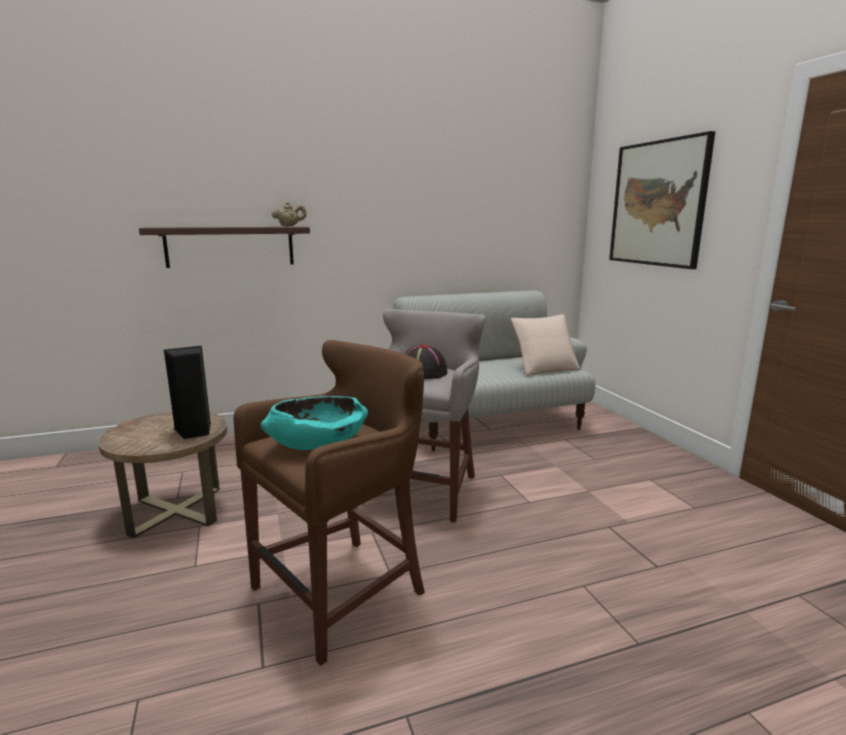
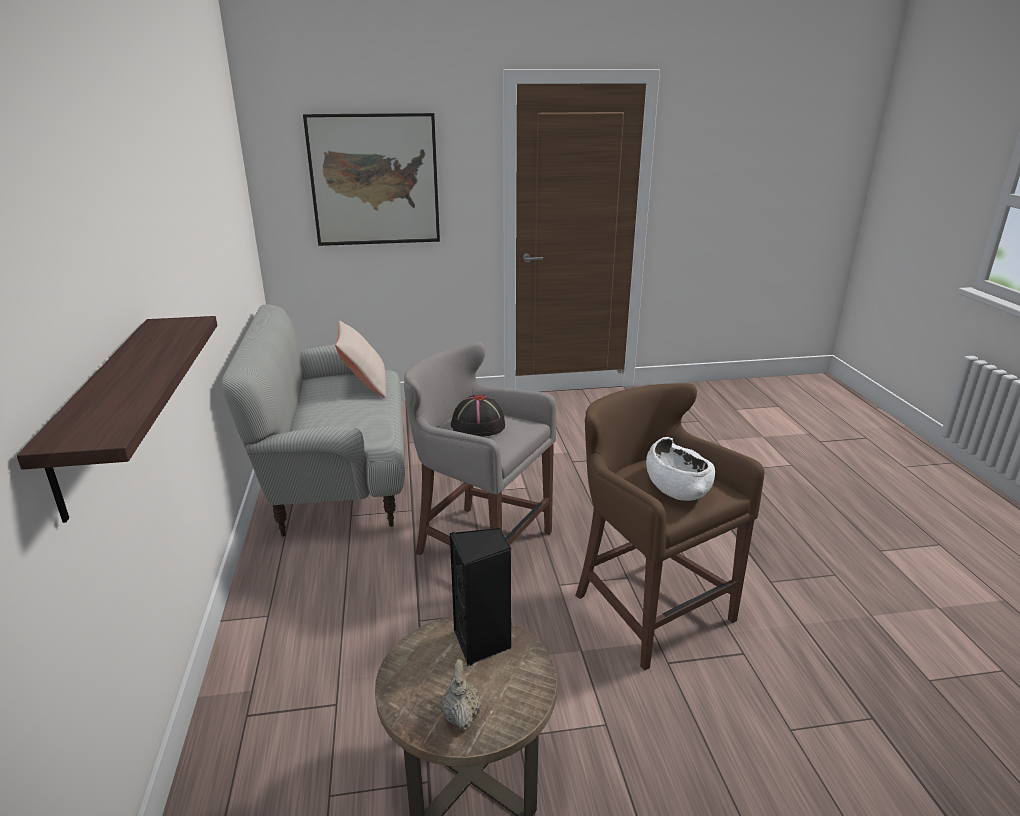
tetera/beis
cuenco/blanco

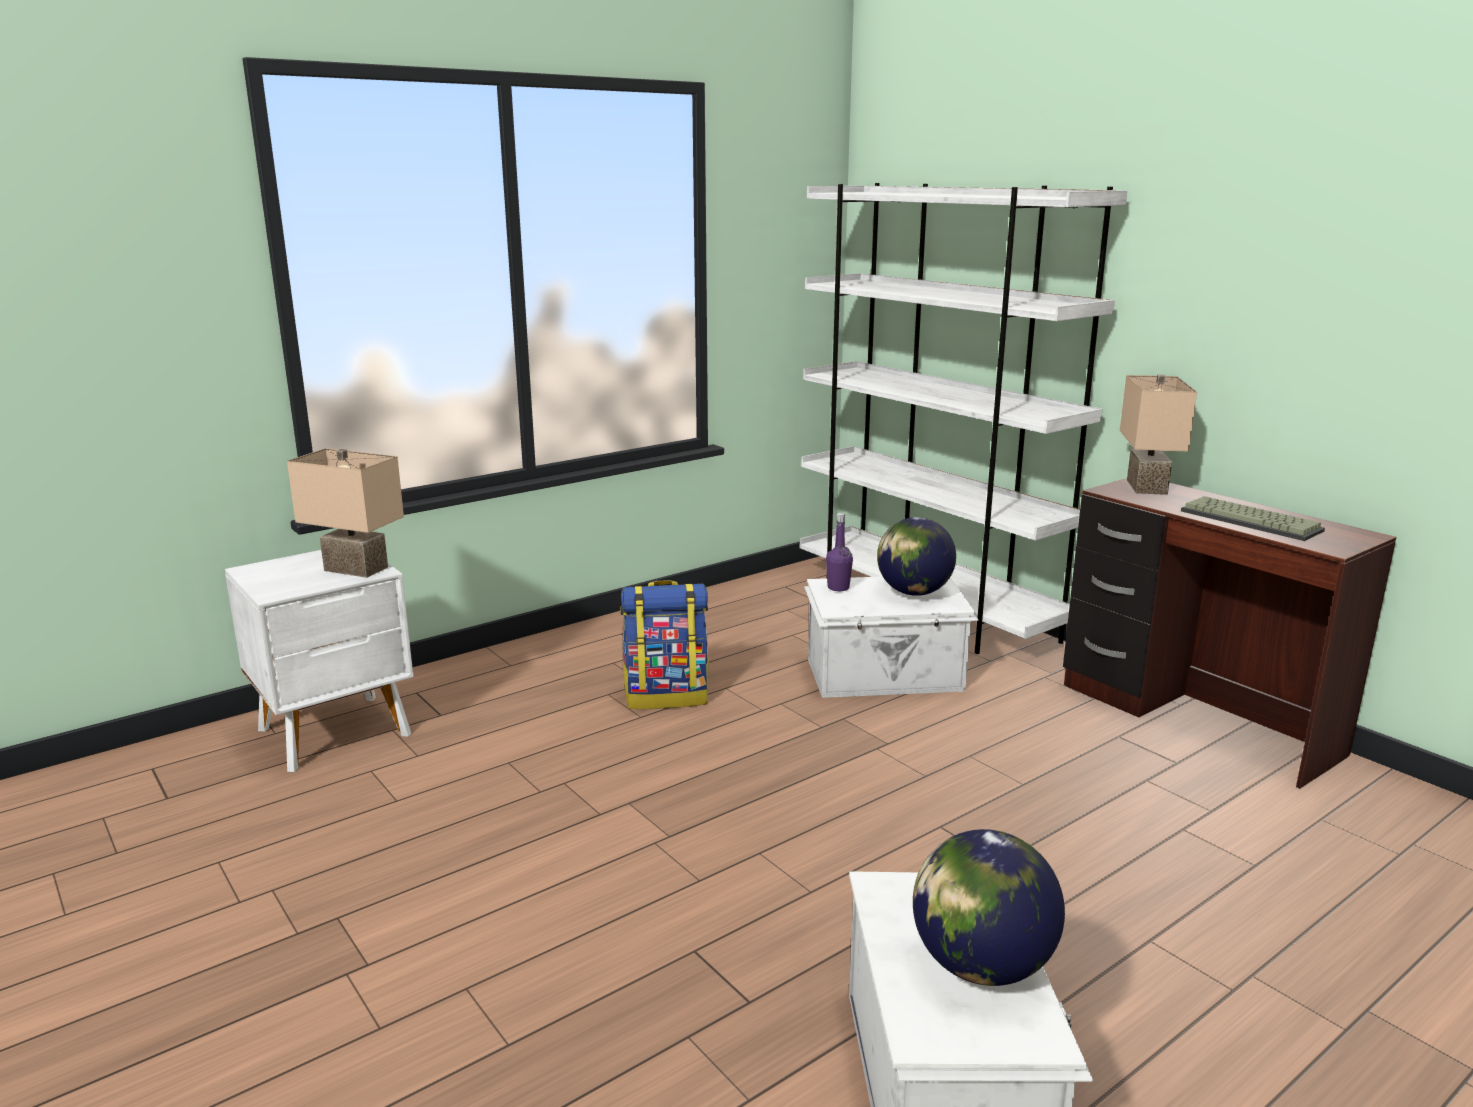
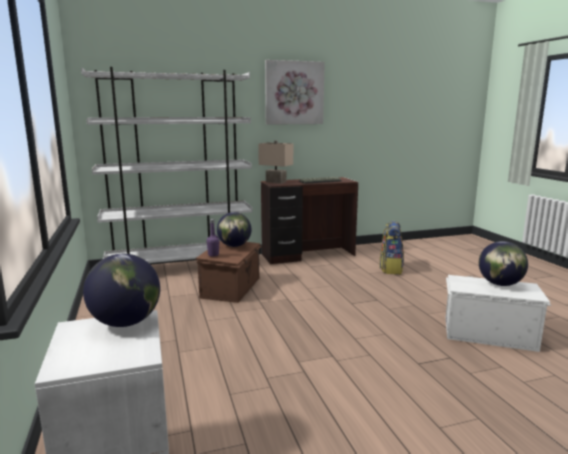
cuadro
mochila
globo terráqueo (1st from left)
caja de almacenaje/marrón

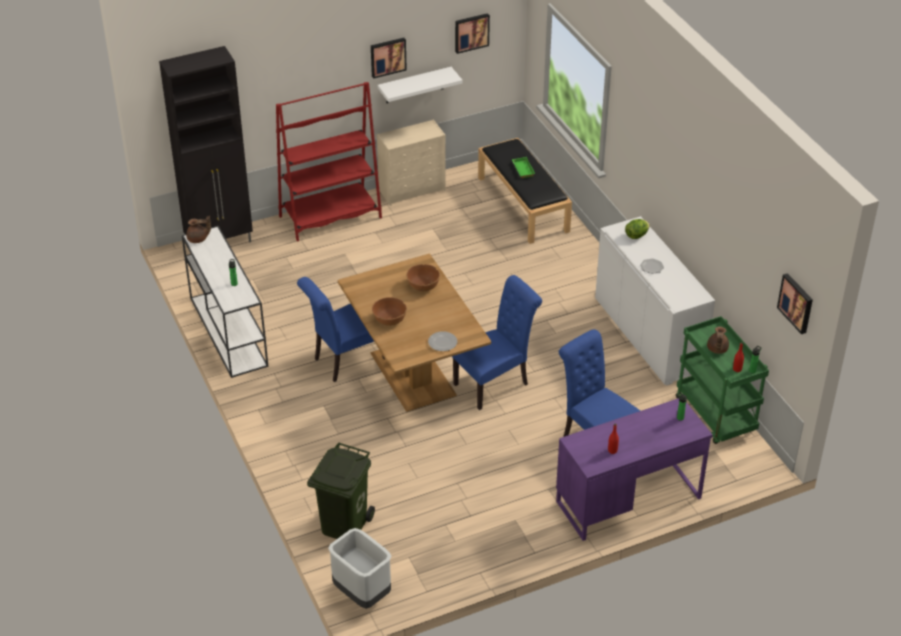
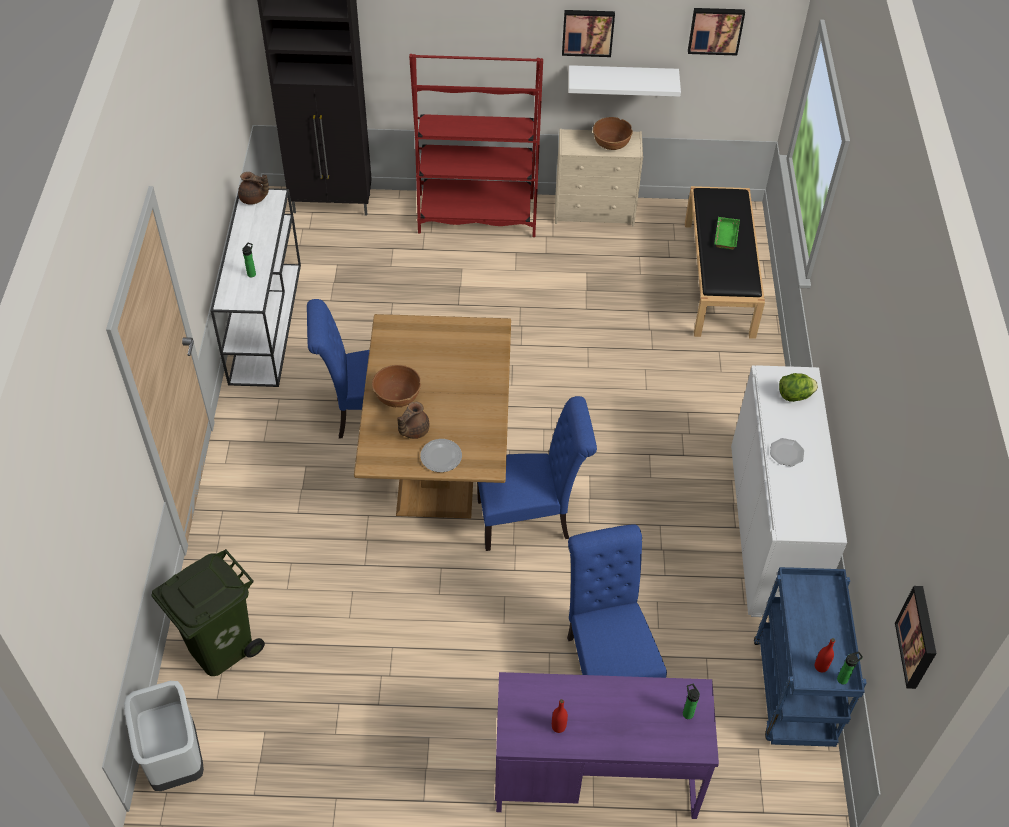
cuenco/marrón (2nd from left)
tetera/marrón (2nd from left)
carrito/azul

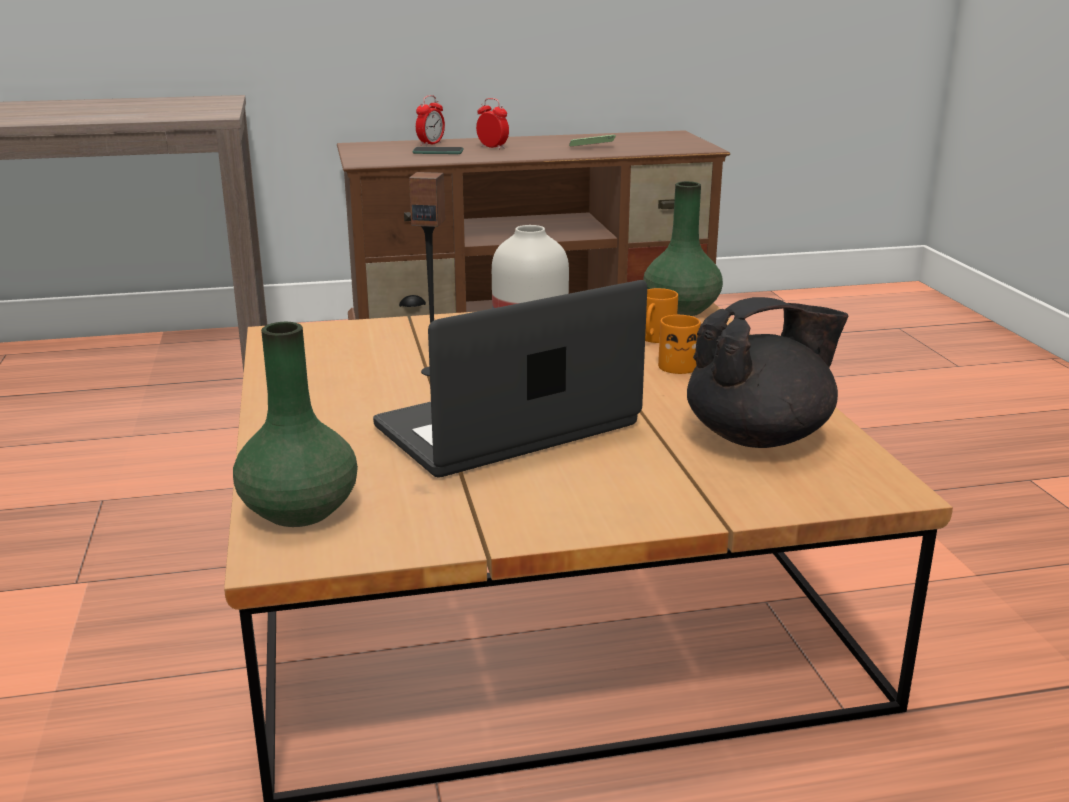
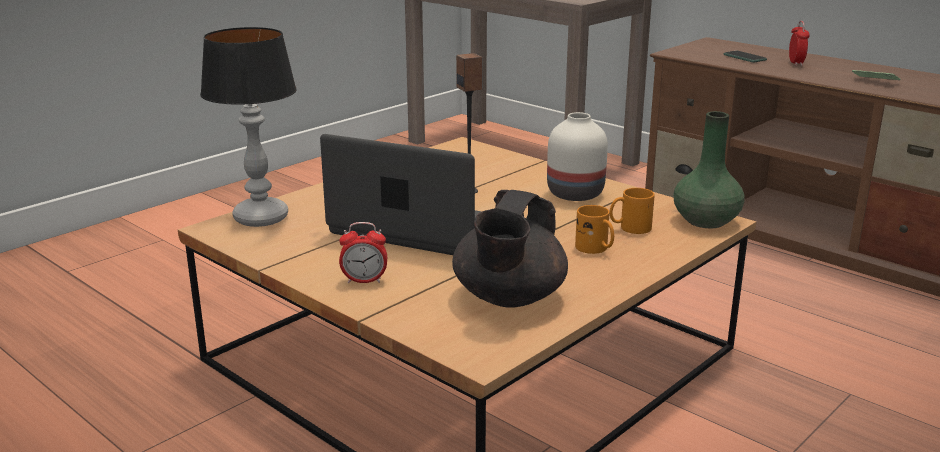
despertador (1st from left)
lámpara de mesa
tetera/negro

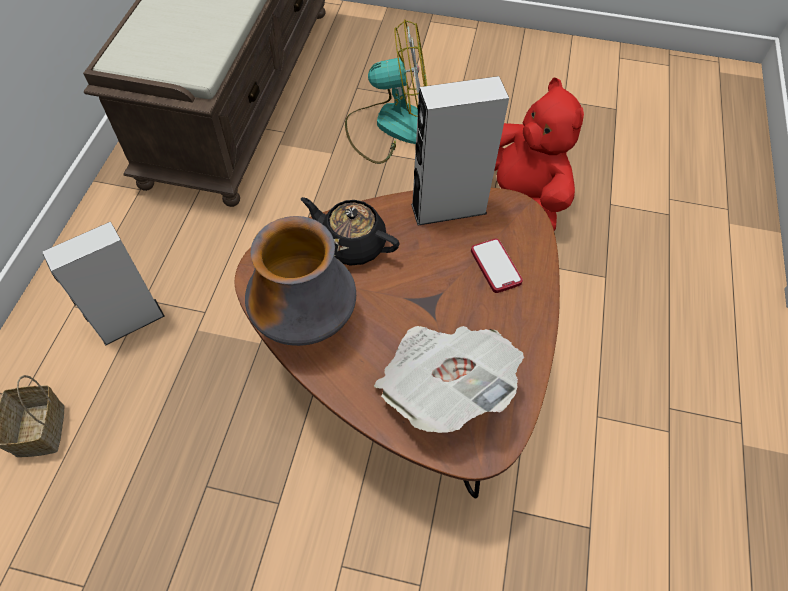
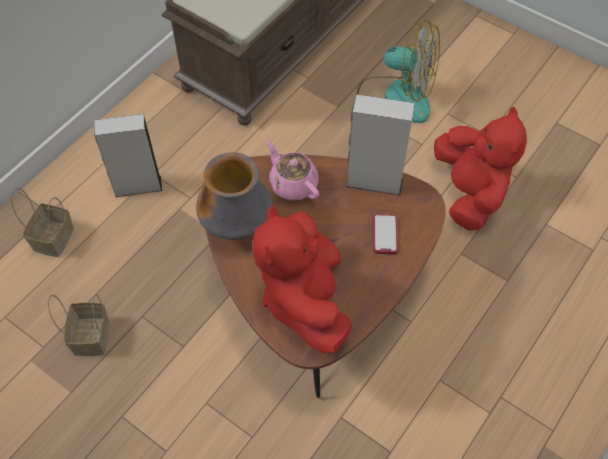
cesta (2nd from left)
peluche/rojo (1st from left)
tetera/rosa

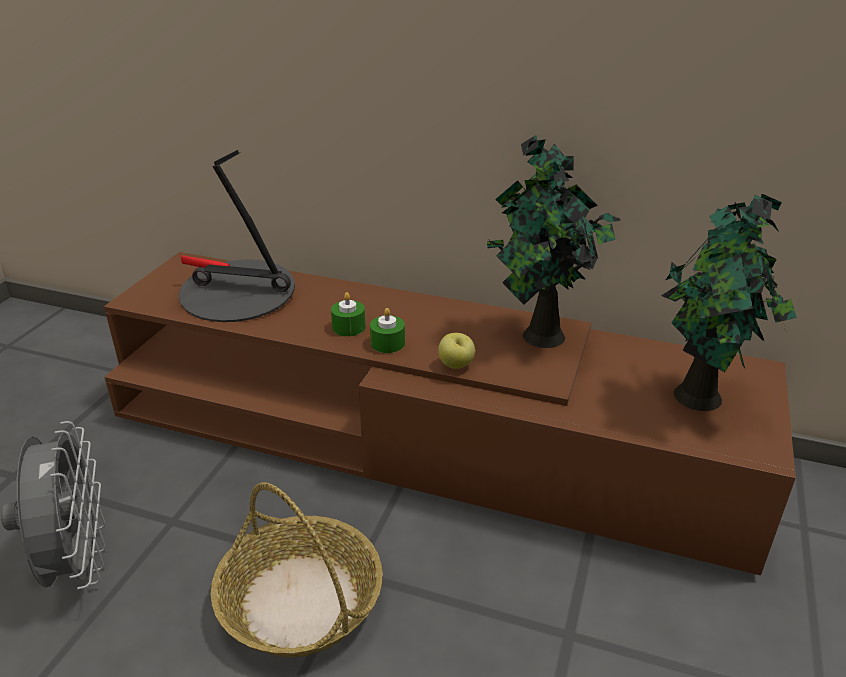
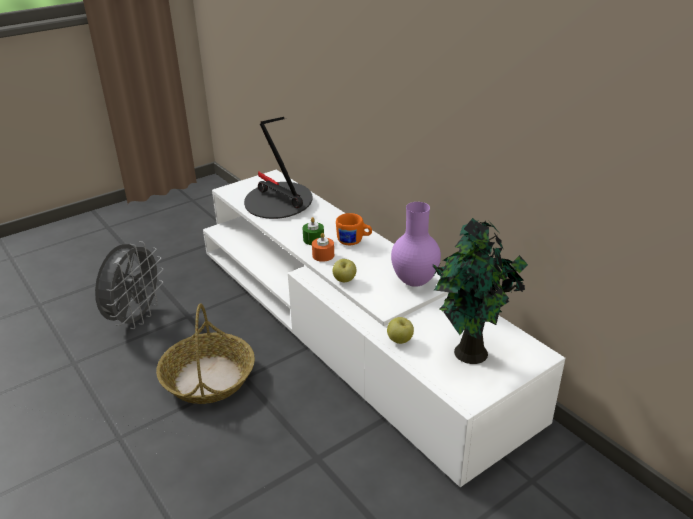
taza grande/naranja
manzana (2nd from left)
florero/morado
mueble de televisión/blanco
vela/naranja

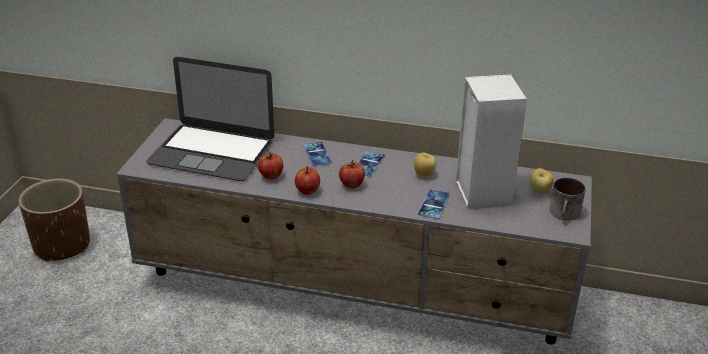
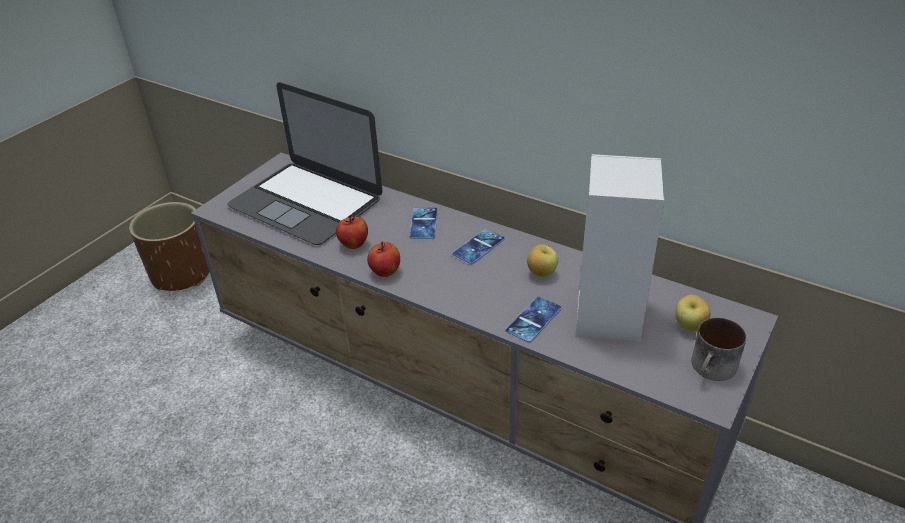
manzana (3rd from left in the first image)

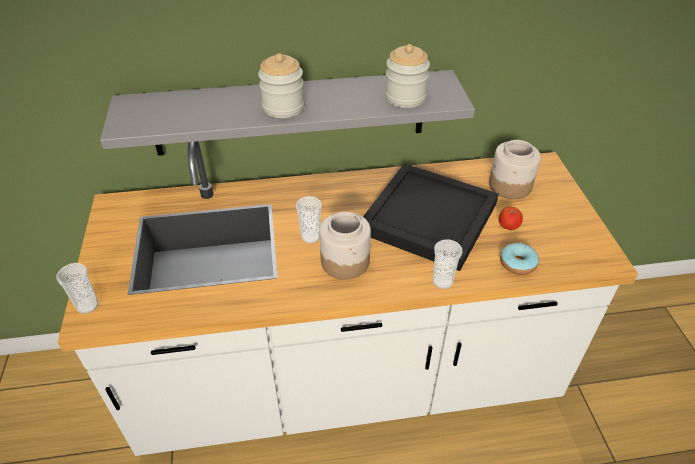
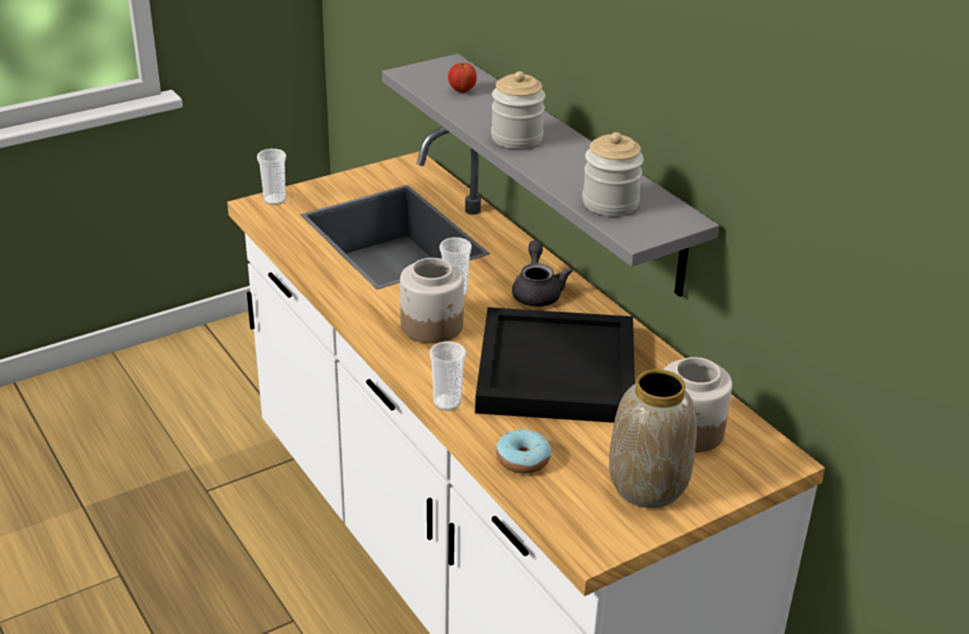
tetera/gris
florero
manzana

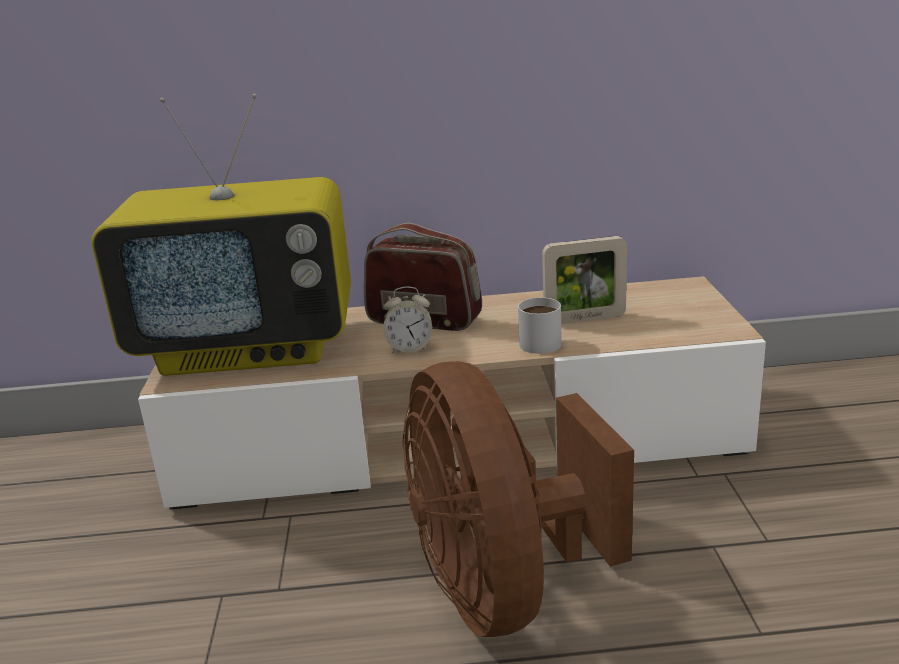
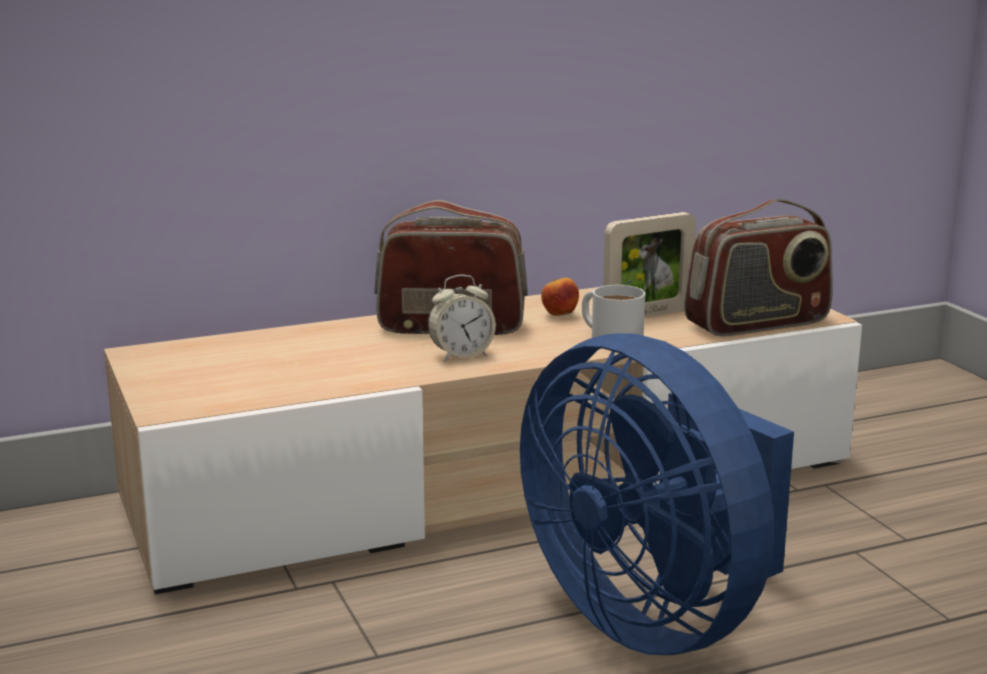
televisor
manzana
radio (2nd from left)
ventilador/azul

